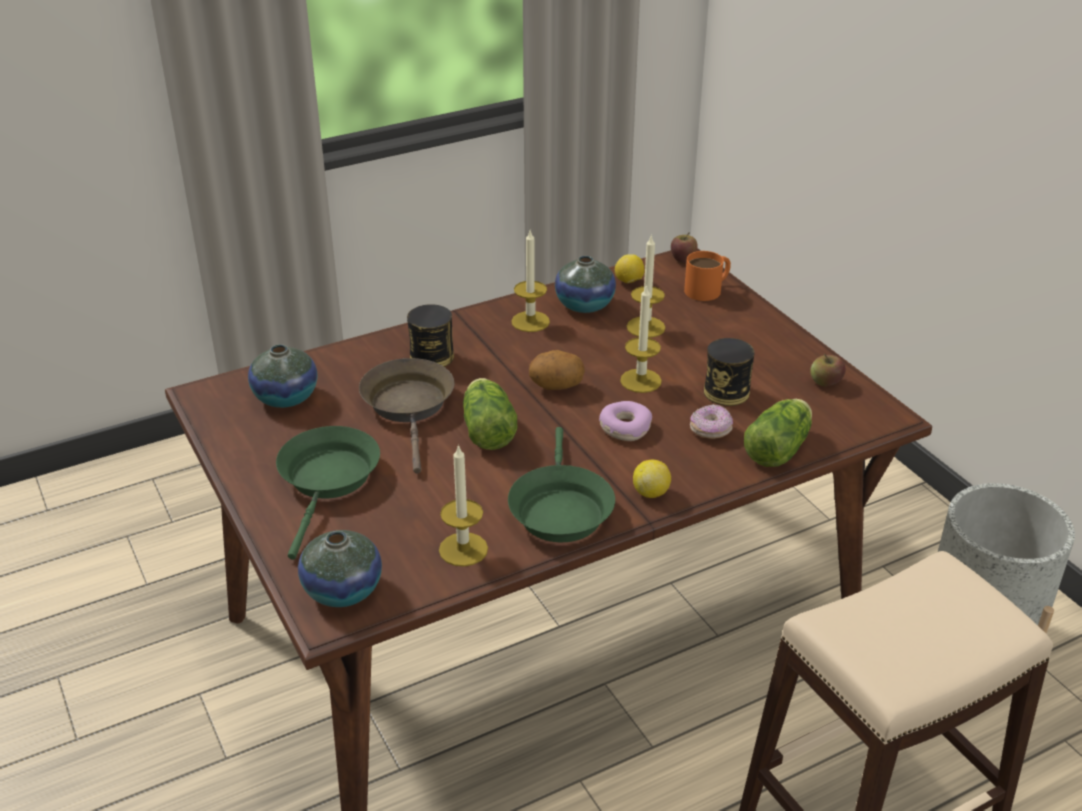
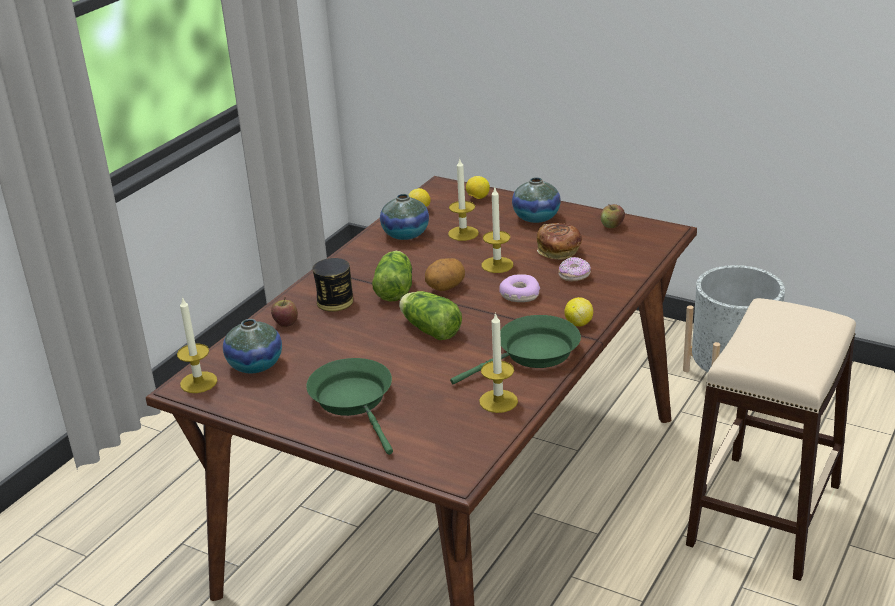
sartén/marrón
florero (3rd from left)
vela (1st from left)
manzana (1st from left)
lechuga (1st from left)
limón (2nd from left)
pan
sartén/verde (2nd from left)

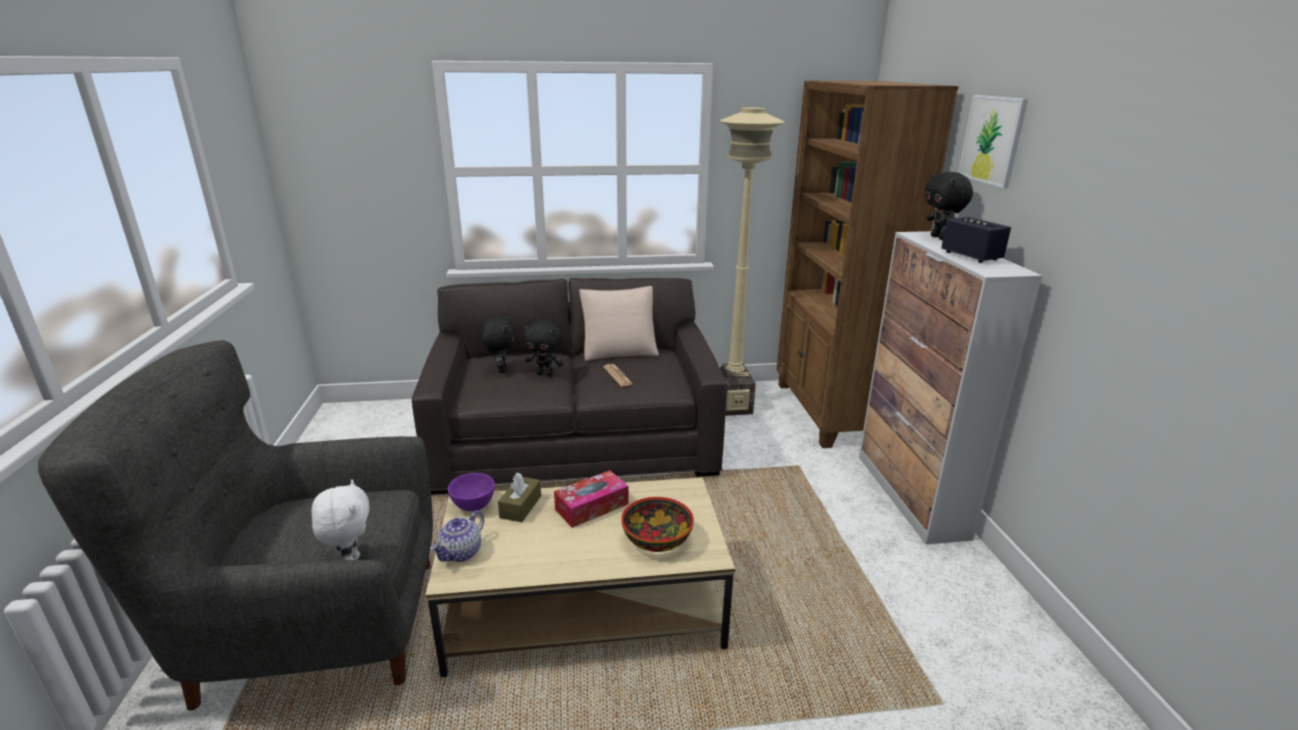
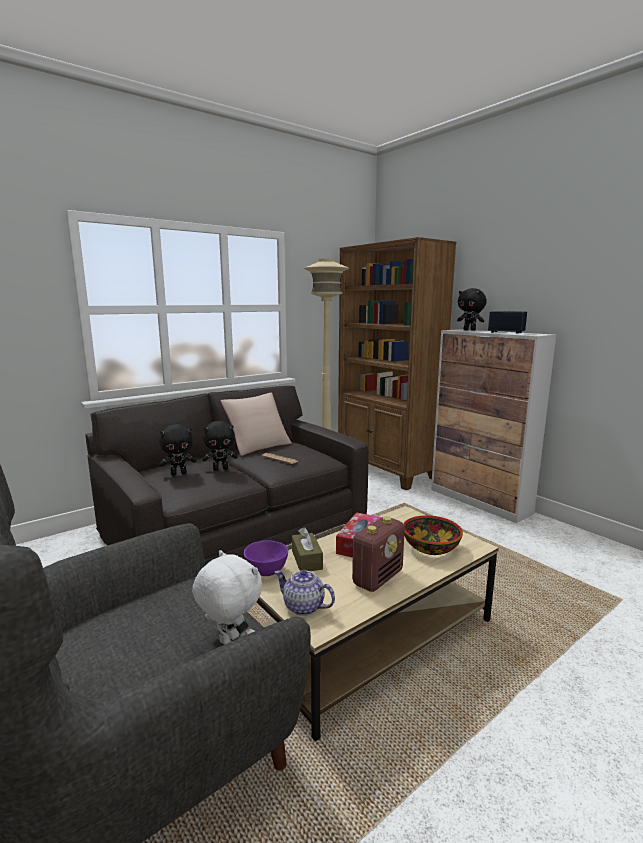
cuadro
radio
tetera
peluche/negro (1st from left)

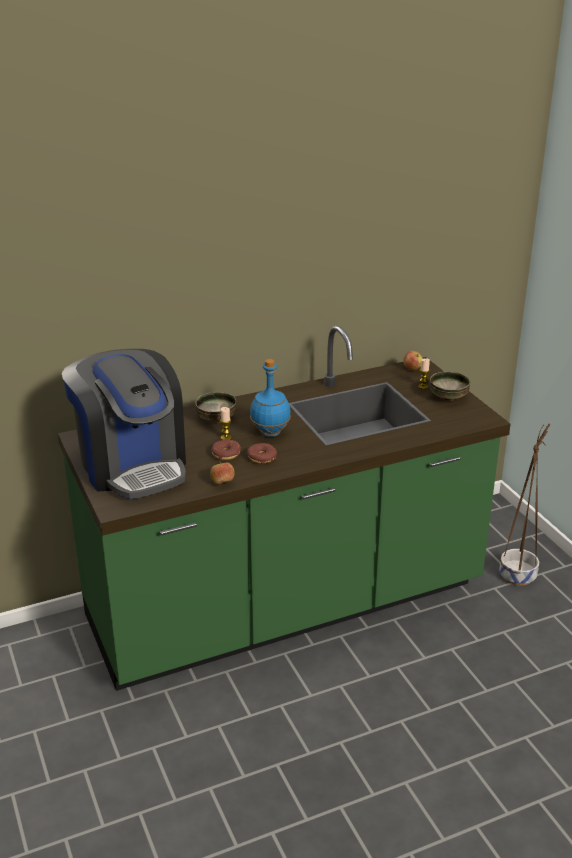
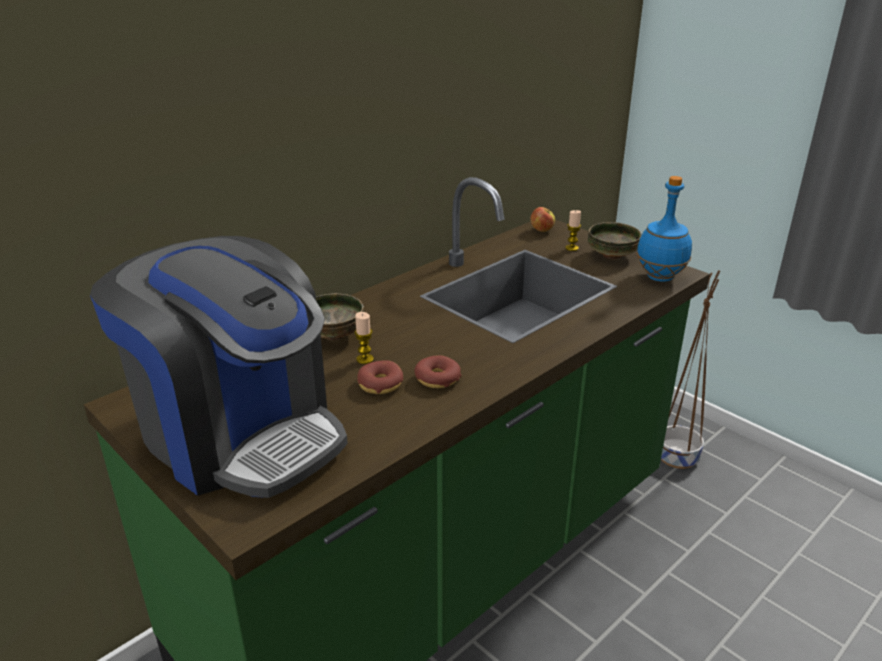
manzana (1st from left in the first image)
botella/azul

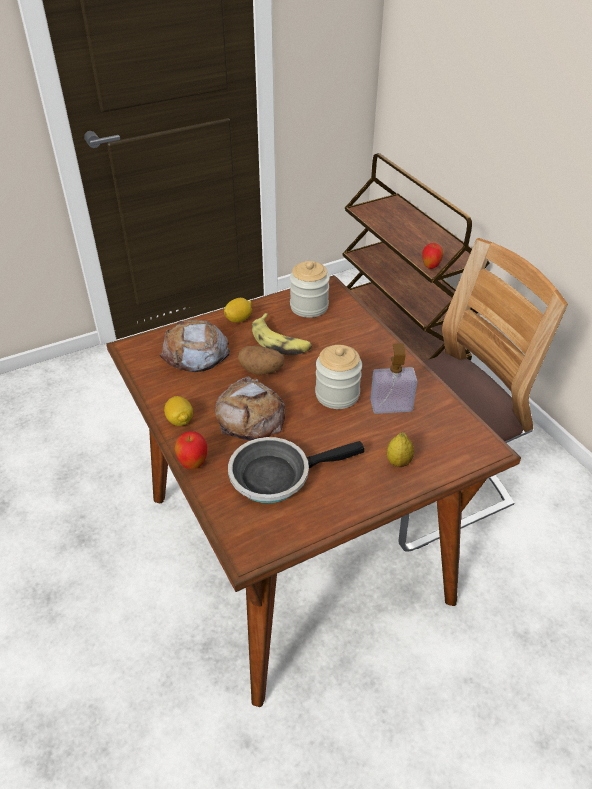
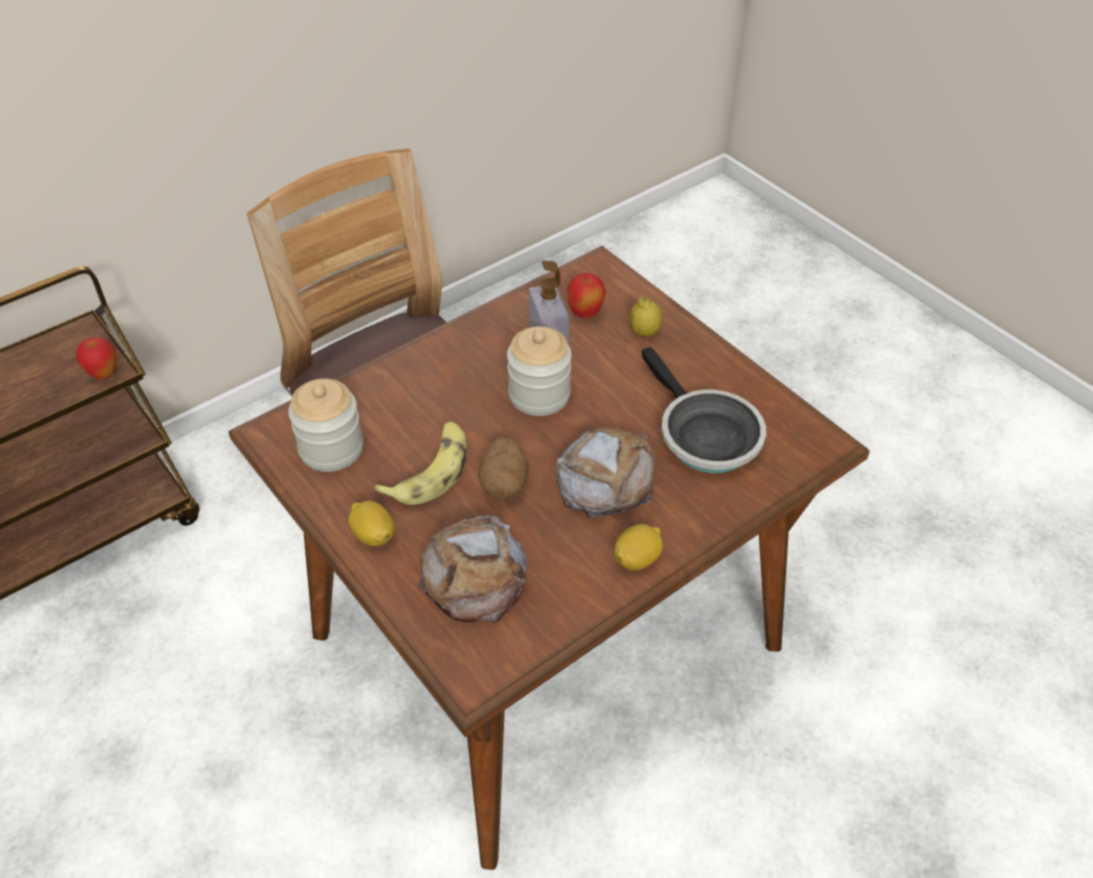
manzana (2nd from left)

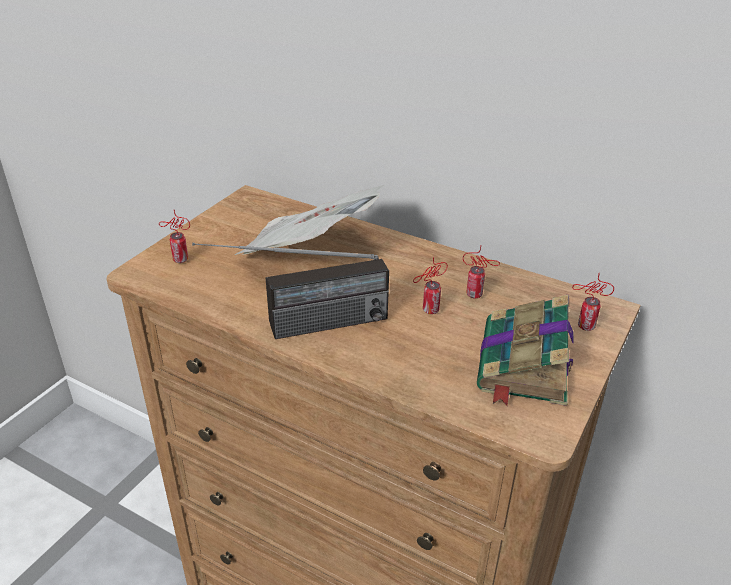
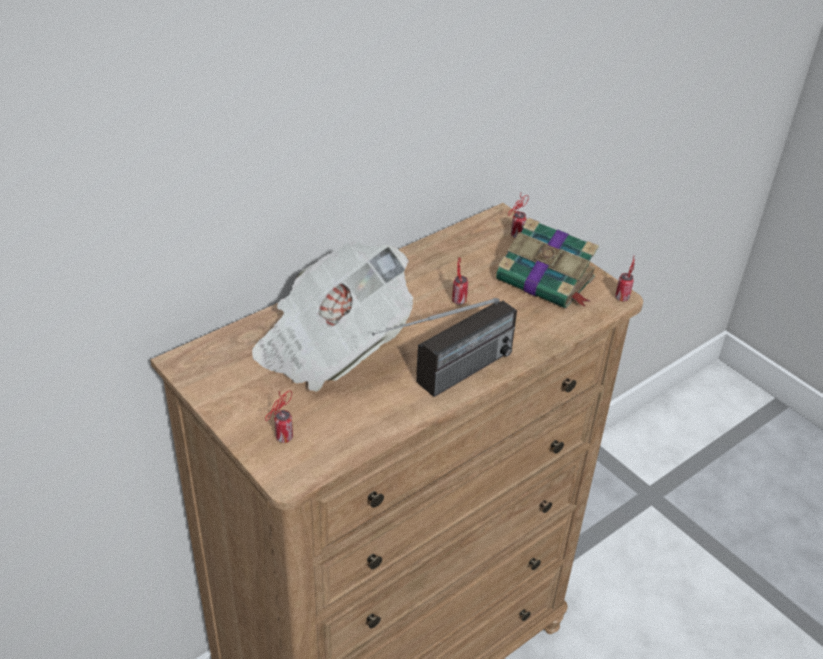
lata (4th from left)
radio

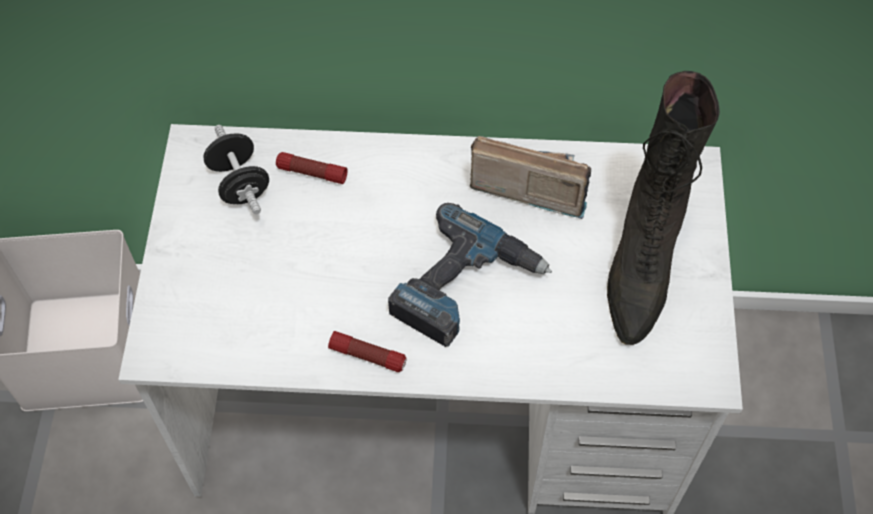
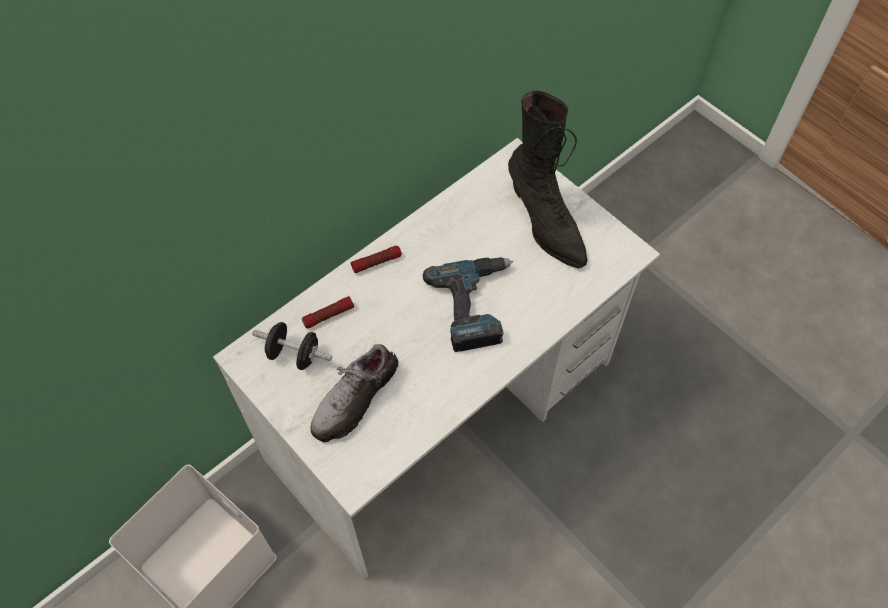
radio
zapato
linterna (2nd from left)

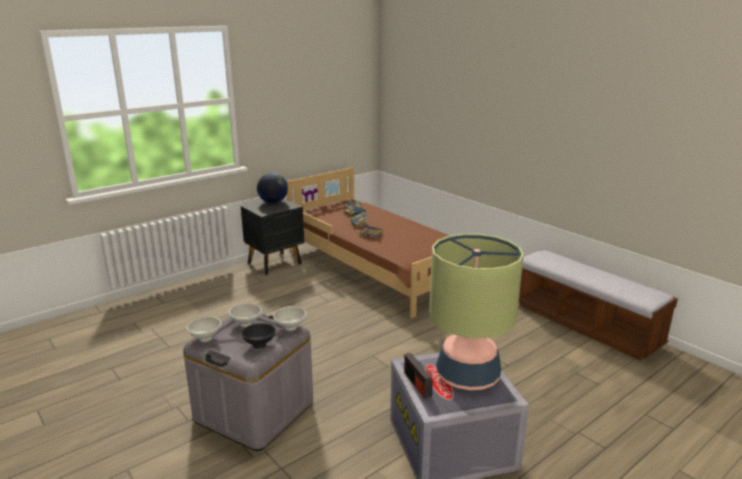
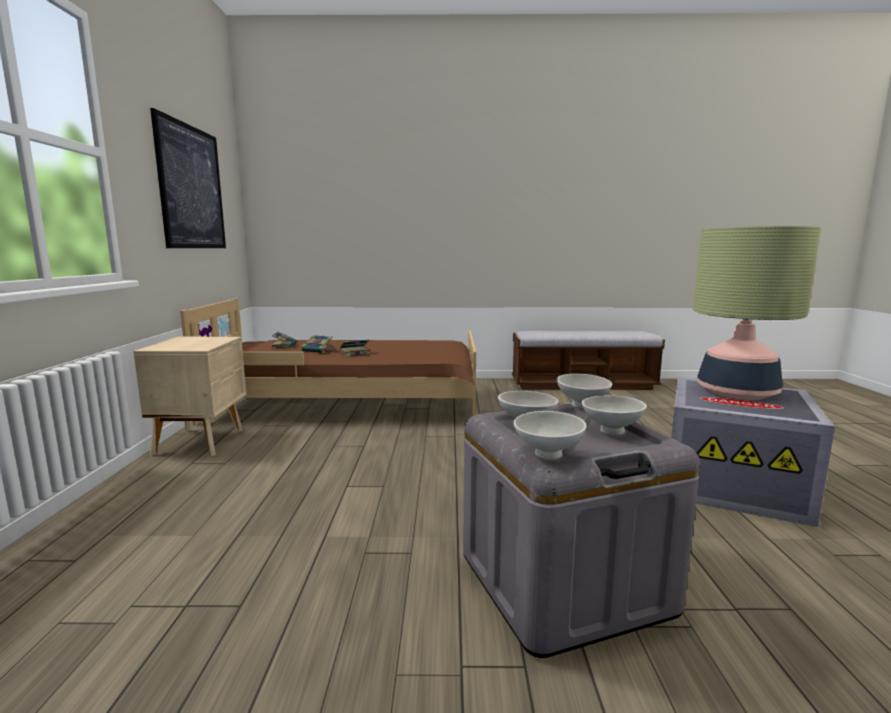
globo terráqueo
radio
cuadro
mesita de noche/beis
cuenco/blanco (4th from left)

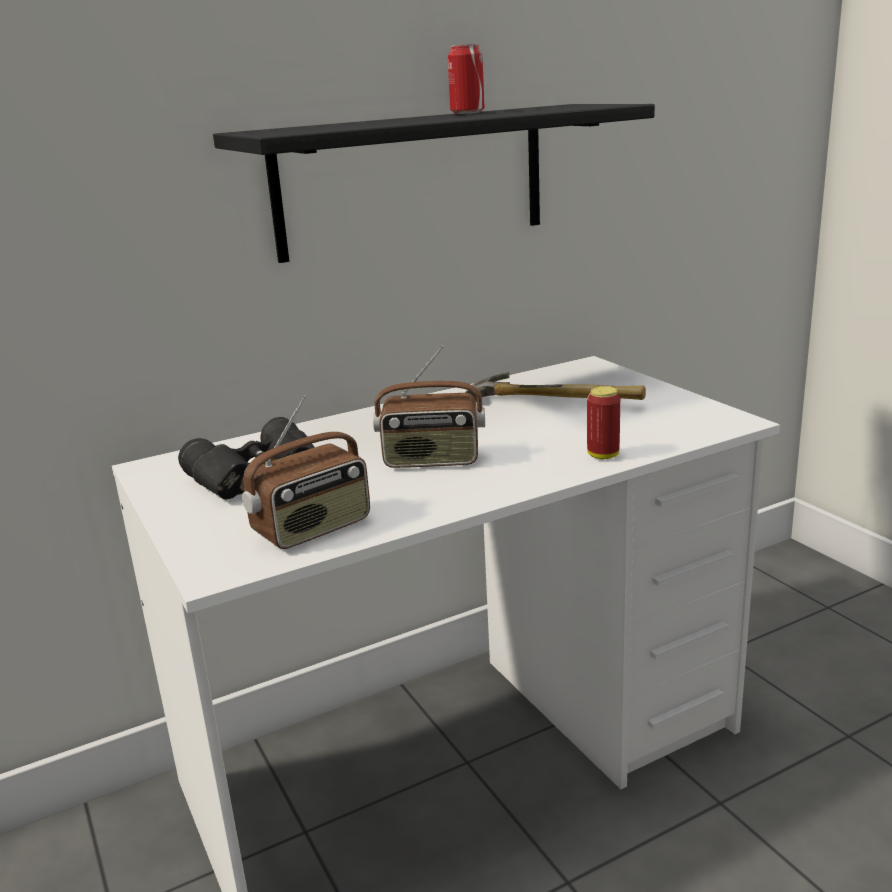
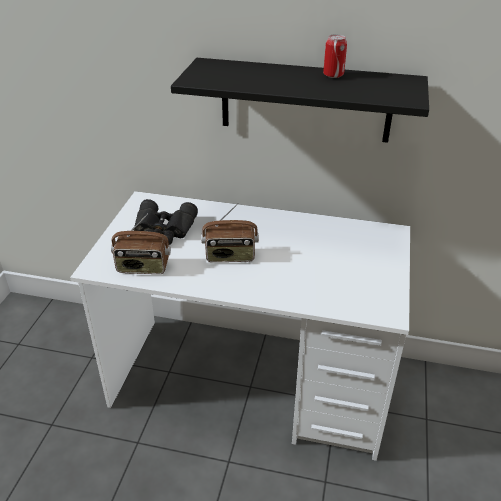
martillo
lata (2nd from left in the first image)
radio (2nd from left)

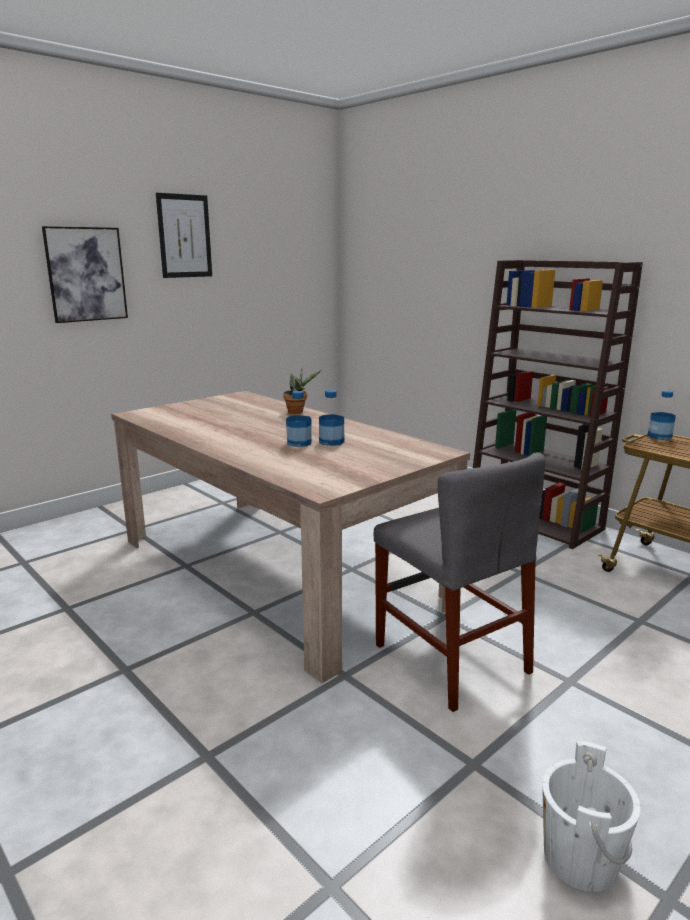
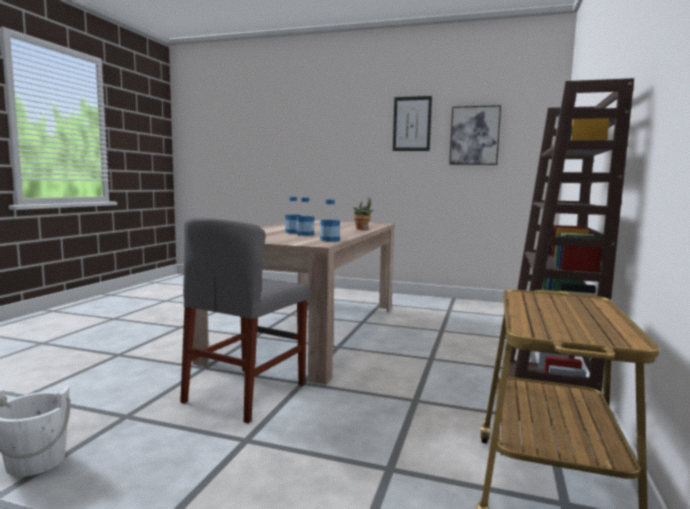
cuadro (2nd from left)
botella (3rd from left)

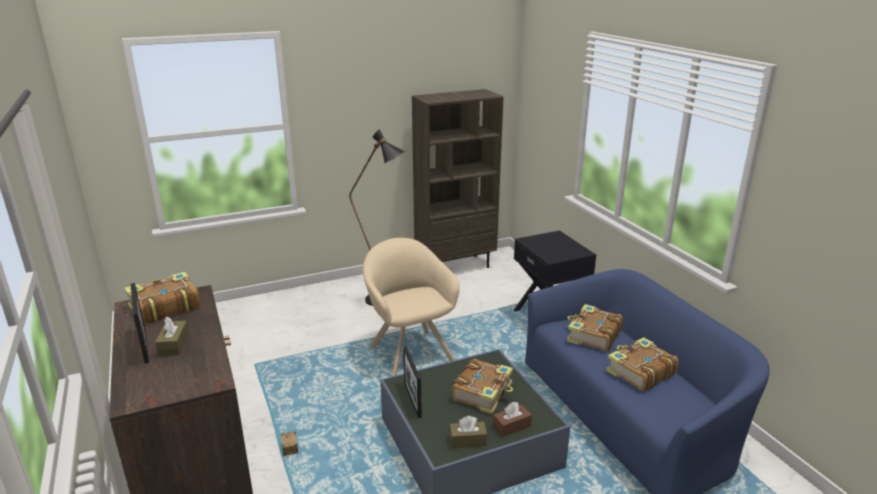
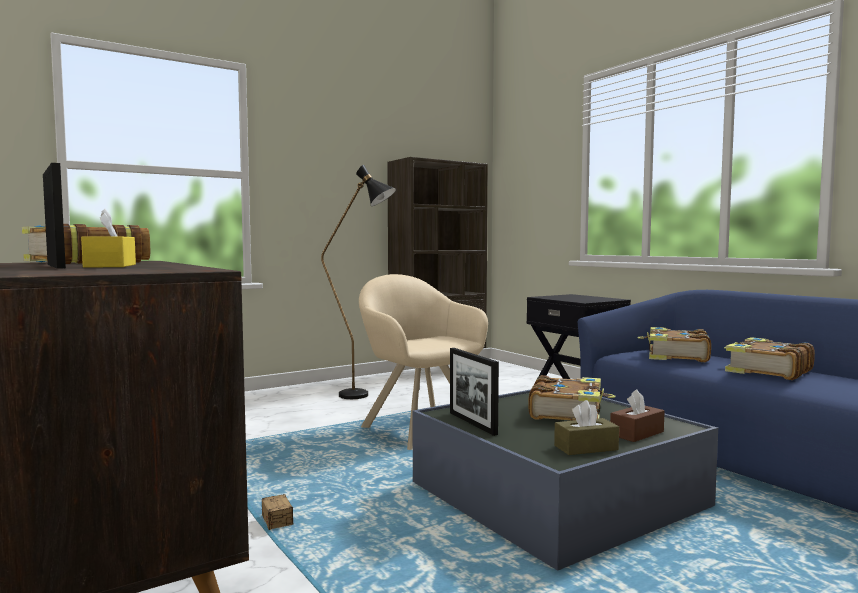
caja de pañuelos/amarillo

